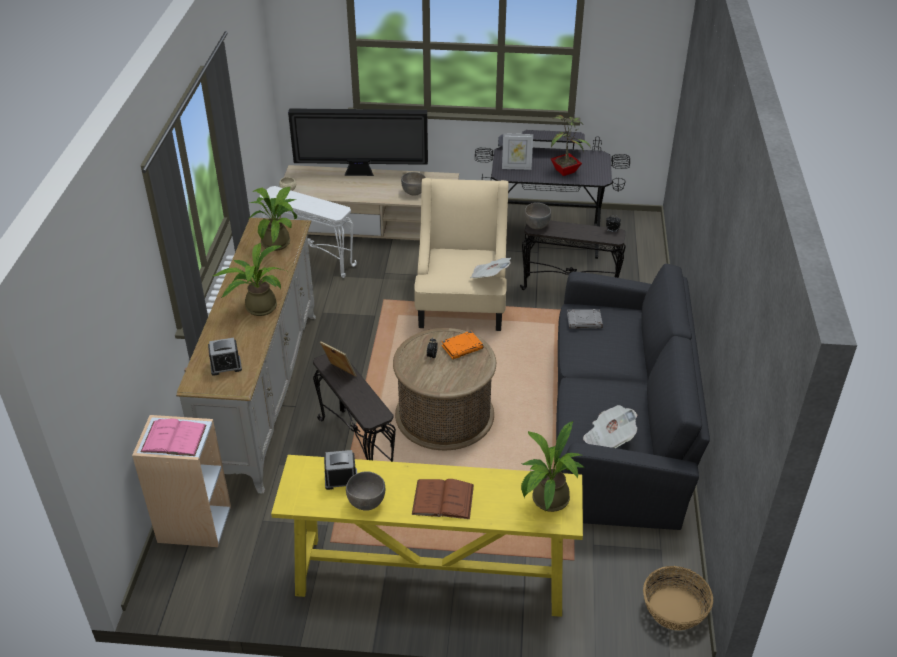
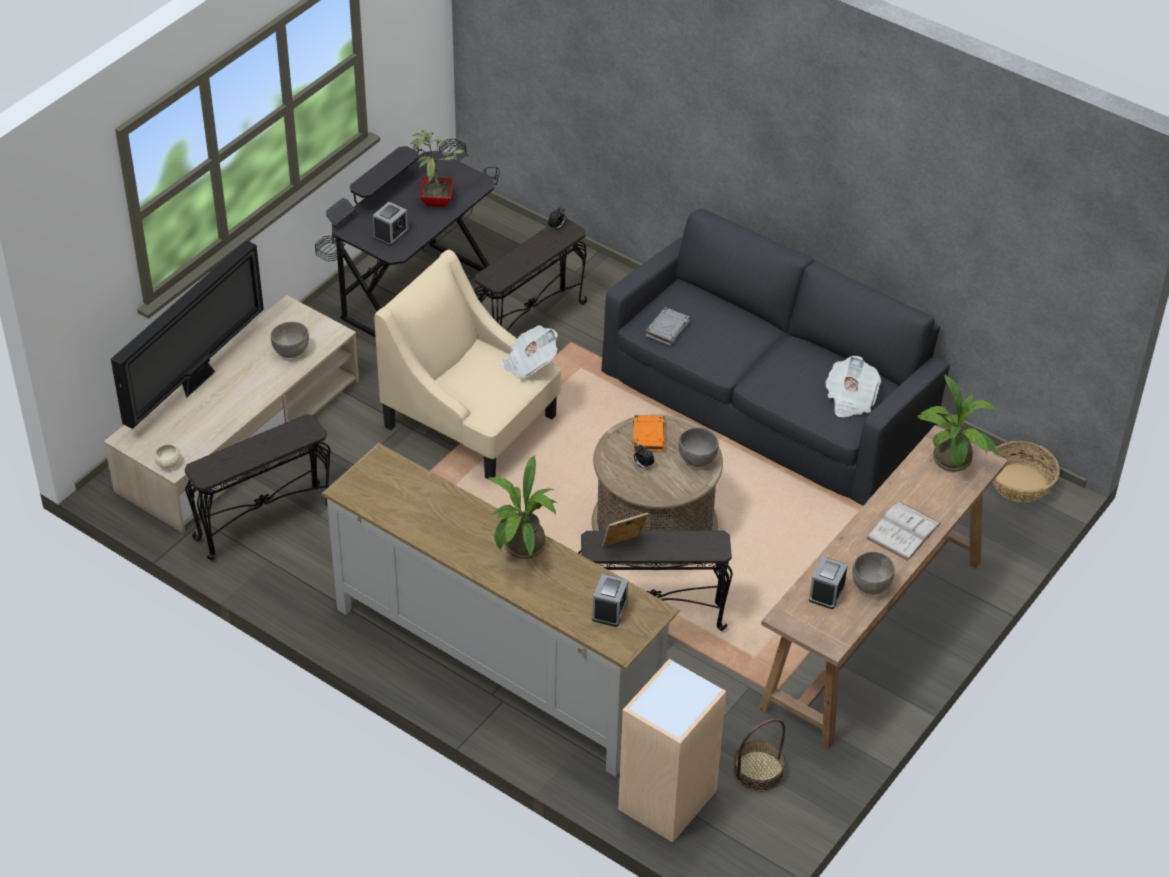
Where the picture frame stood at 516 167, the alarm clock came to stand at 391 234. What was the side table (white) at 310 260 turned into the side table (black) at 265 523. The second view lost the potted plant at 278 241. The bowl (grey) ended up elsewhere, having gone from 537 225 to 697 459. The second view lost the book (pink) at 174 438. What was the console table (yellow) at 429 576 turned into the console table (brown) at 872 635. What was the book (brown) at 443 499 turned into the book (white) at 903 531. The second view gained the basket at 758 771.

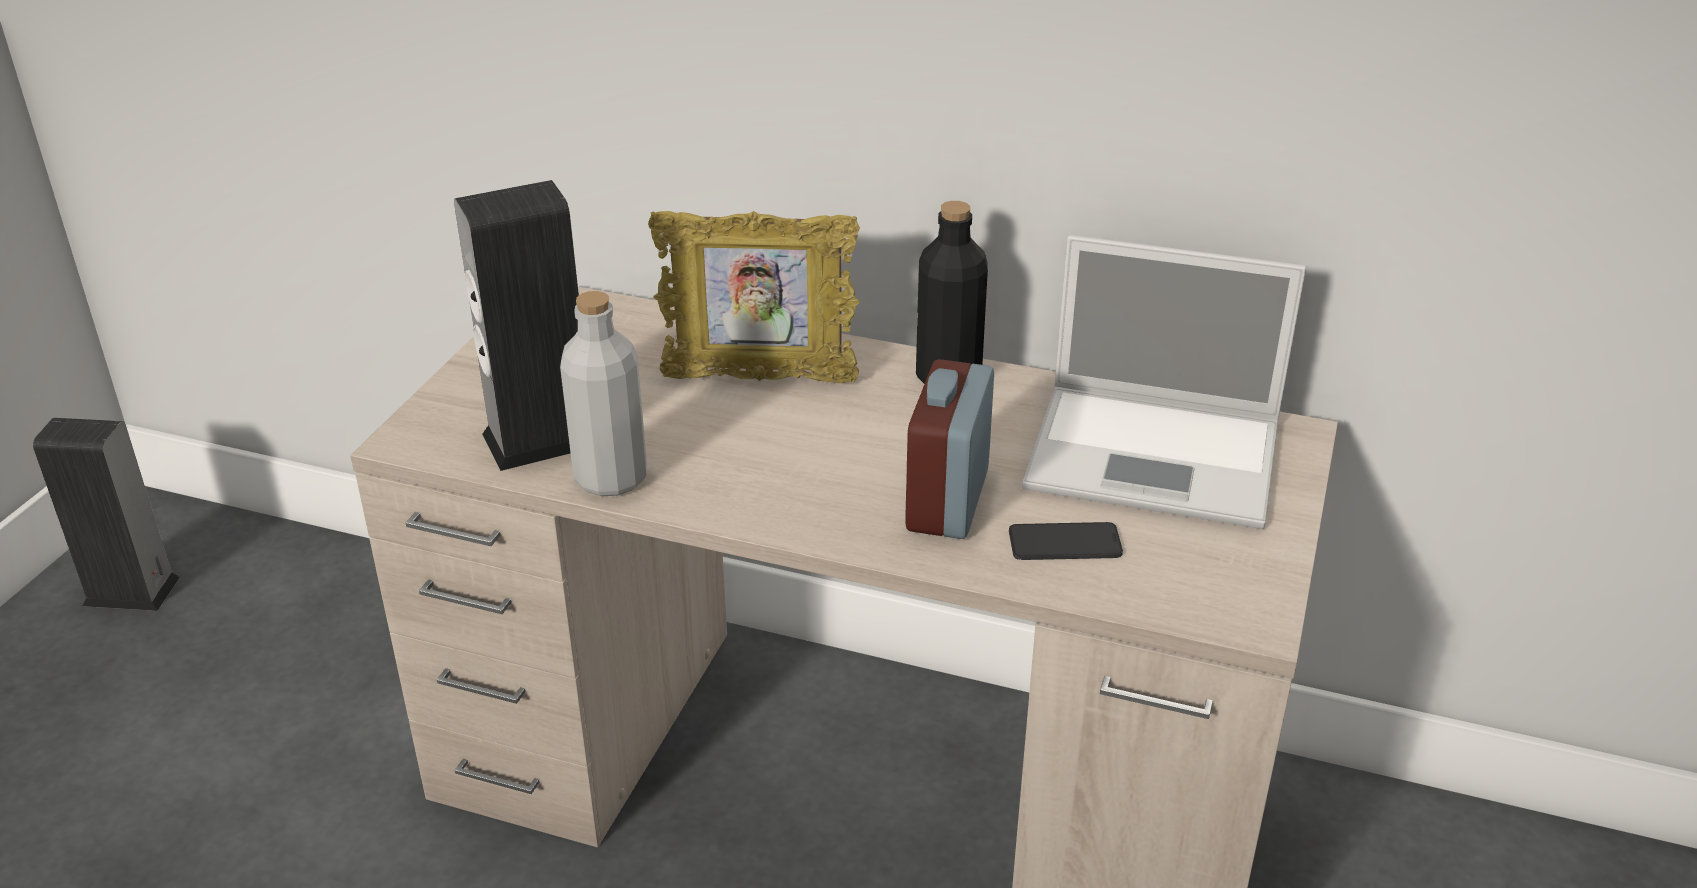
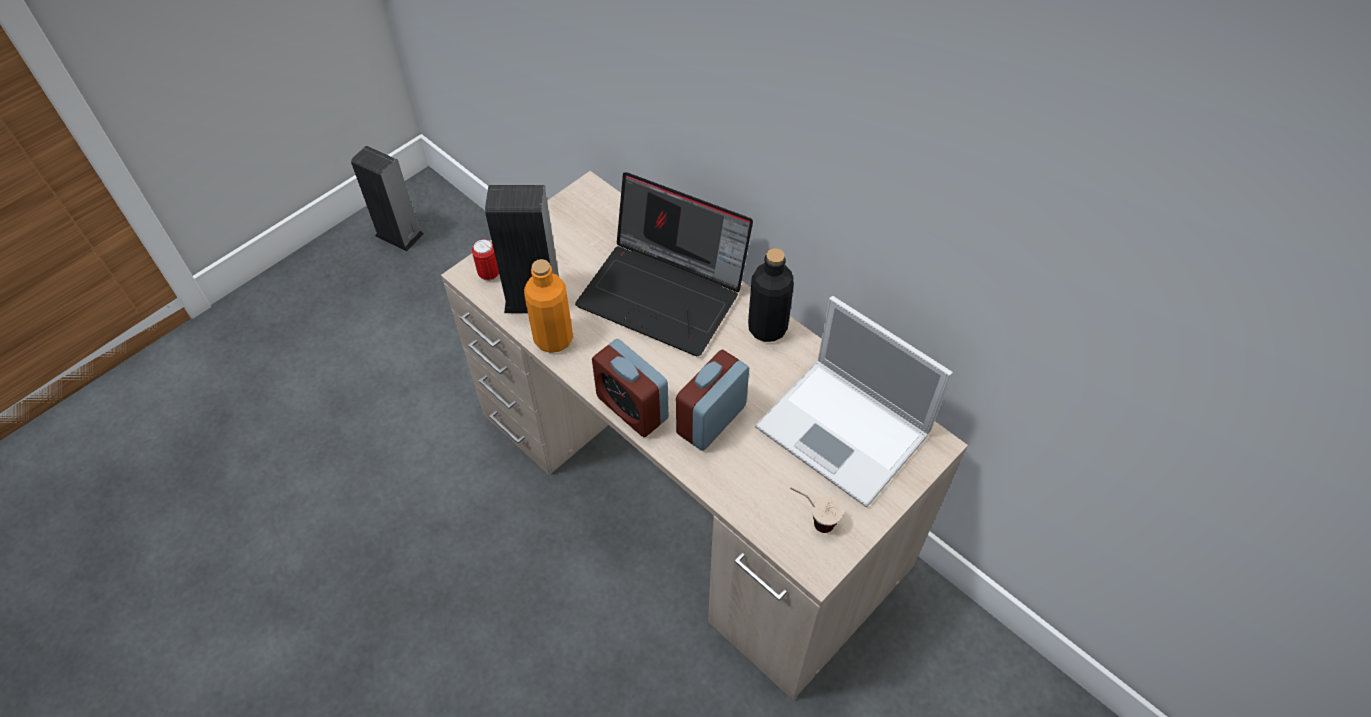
Where the picture frame stood at 759 379, the laptop came to stand at 665 293. What was the bottle (grey) at 611 478 turned into the bottle (orange) at 553 338. The second view lost the phone at 1065 543. The second view gained the can at 489 274. The second view gained the alarm clock at 632 408. The second view gained the cup at 812 520.

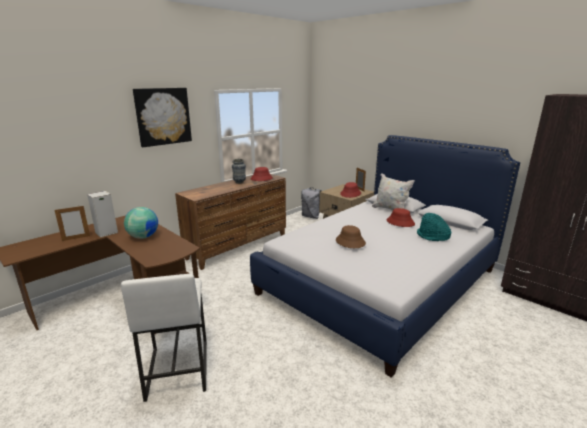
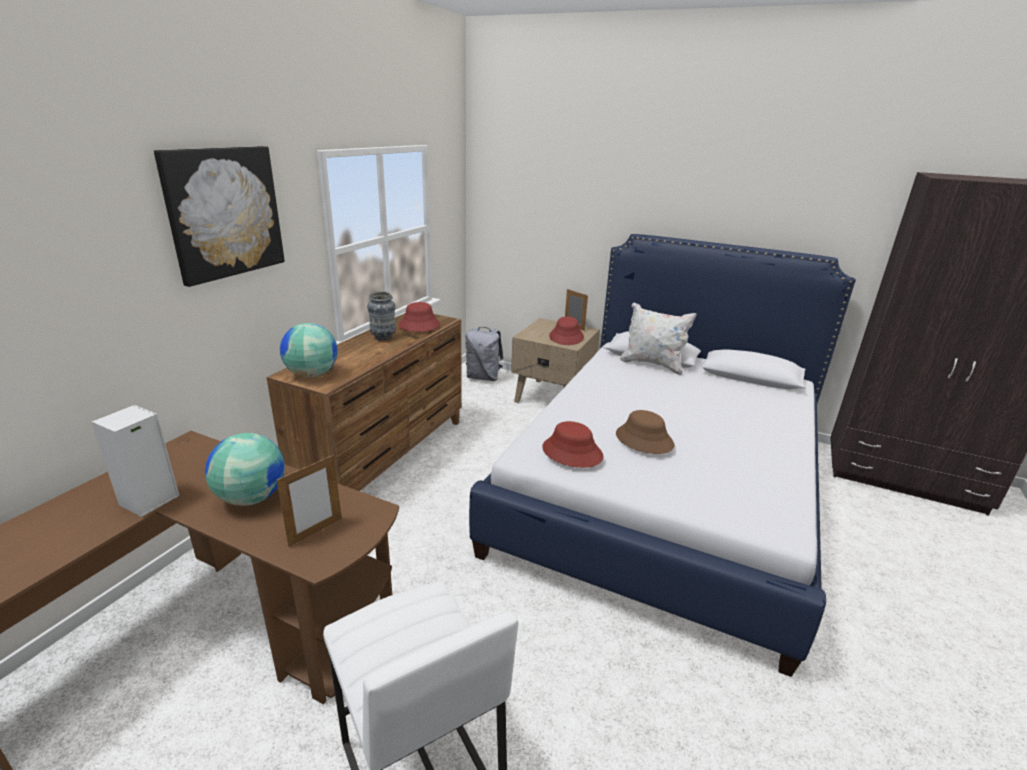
The picture frame ended up elsewhere, having gone from 76 238 to 315 532. The hat (red) ended up elsewhere, having gone from 400 222 to 572 452. The second view lost the hat (turquoise) at 432 236. The second view gained the globe at 312 374.

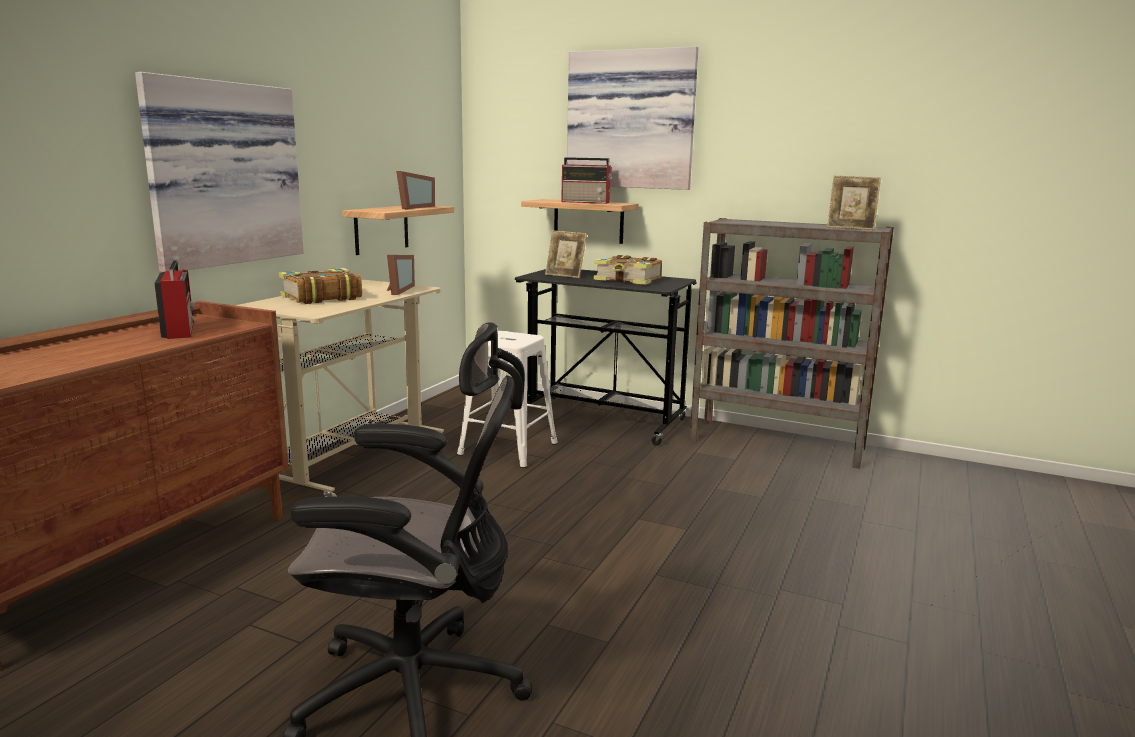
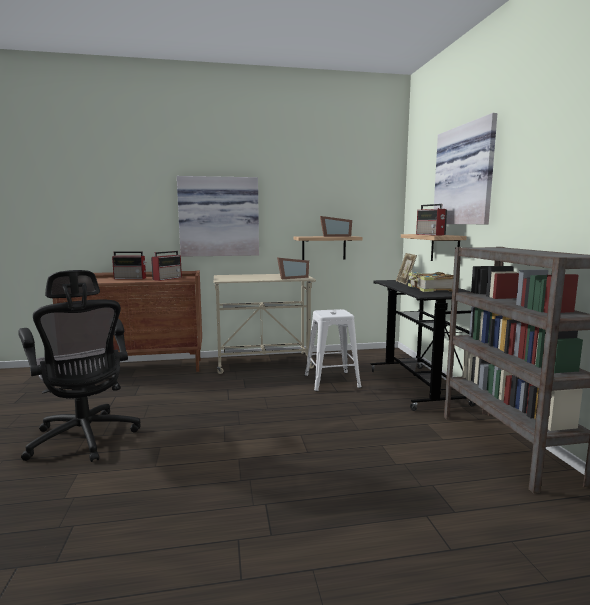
The second view lost the picture frame at 850 228. The second view lost the book at 320 297. The second view gained the radio at 131 278.

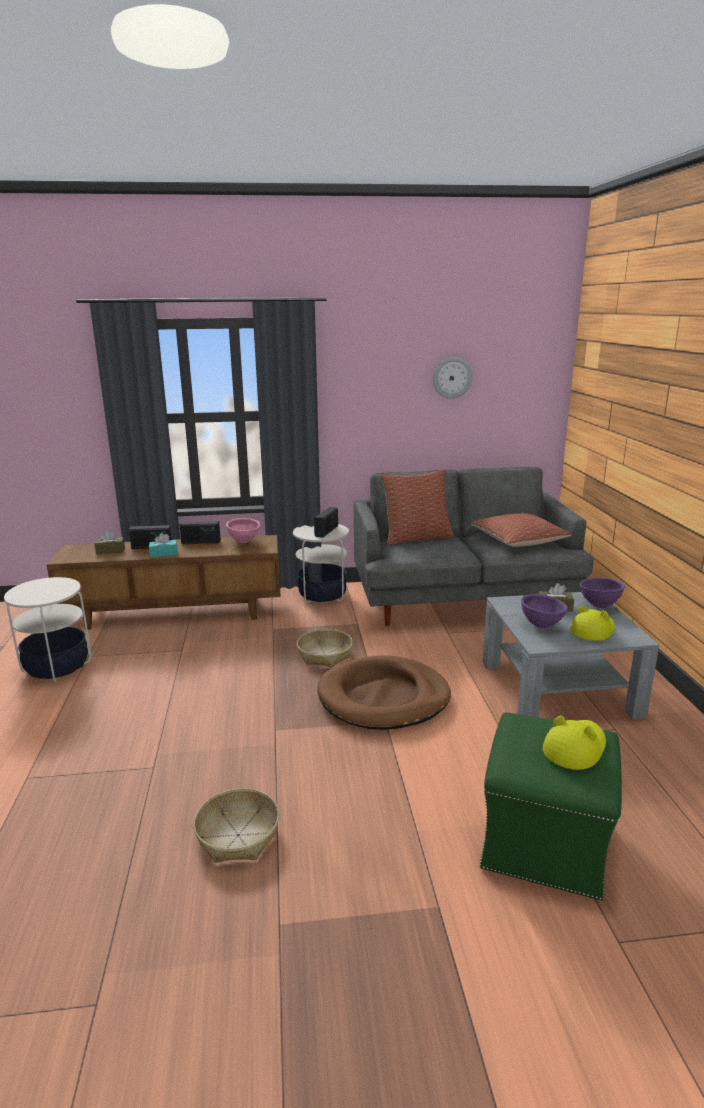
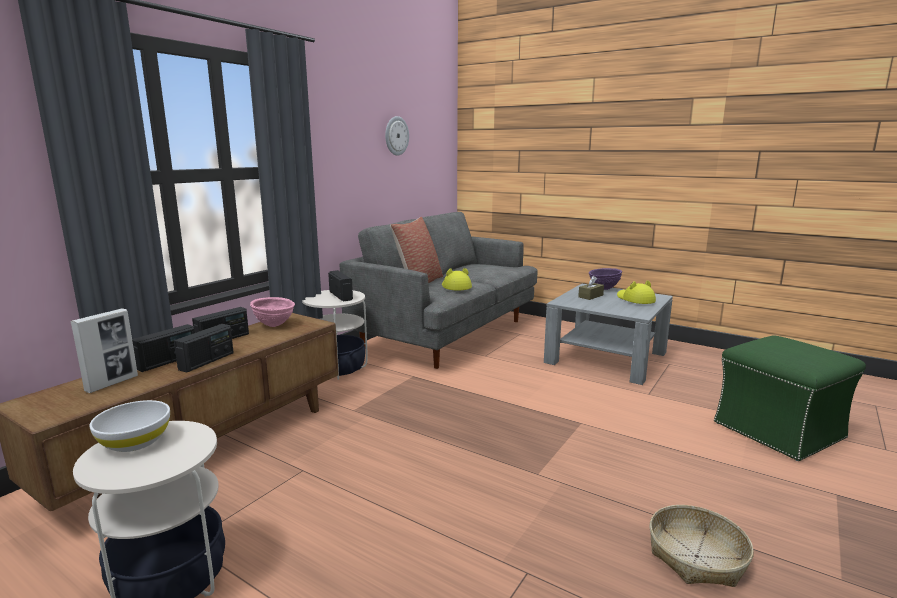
The second view lost the pillow at 518 540. Where the tissue box (brown) stood at 110 551, the picture frame came to stand at 112 383. Where the tissue box (turquoise) stood at 164 554, the radio came to stand at 207 361. The second view lost the bowl (purple) at 541 626. The second view lost the basket at 325 655. The second view lost the dog bed (brown) at 383 697. The hat (yellow) ended up elsewhere, having gone from 574 747 to 455 286. The second view gained the bowl (white) at 135 442.

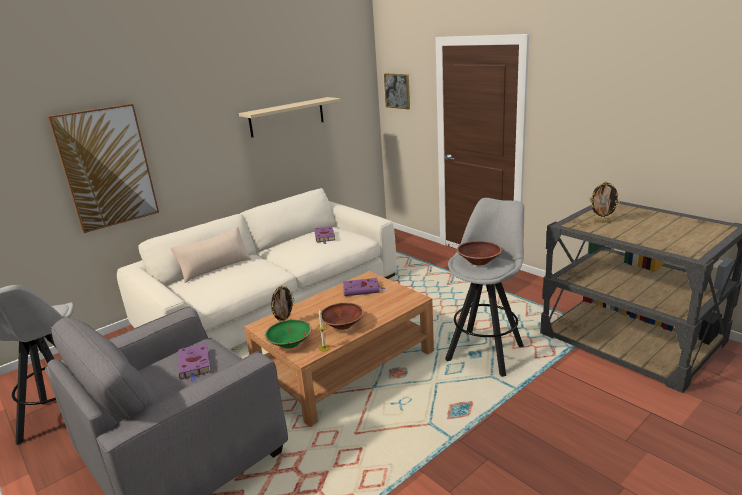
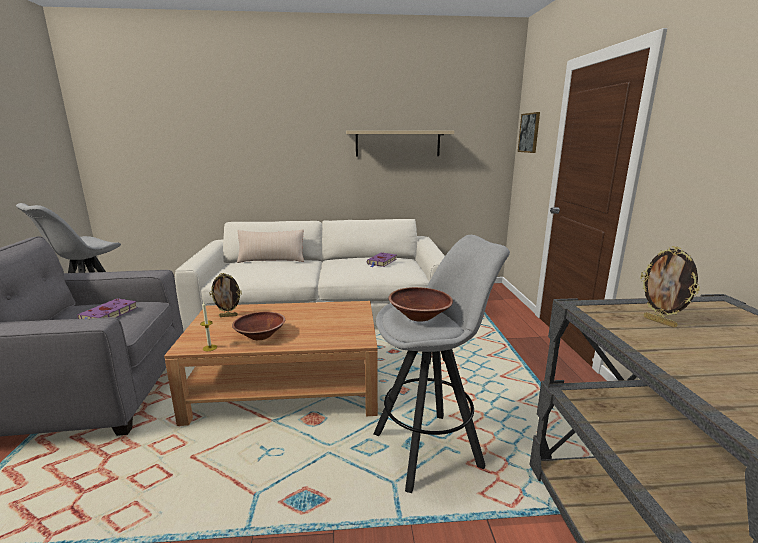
The second view lost the picture at 107 167. The second view lost the book (purple) at 362 289. The second view lost the bowl (green) at 290 343.

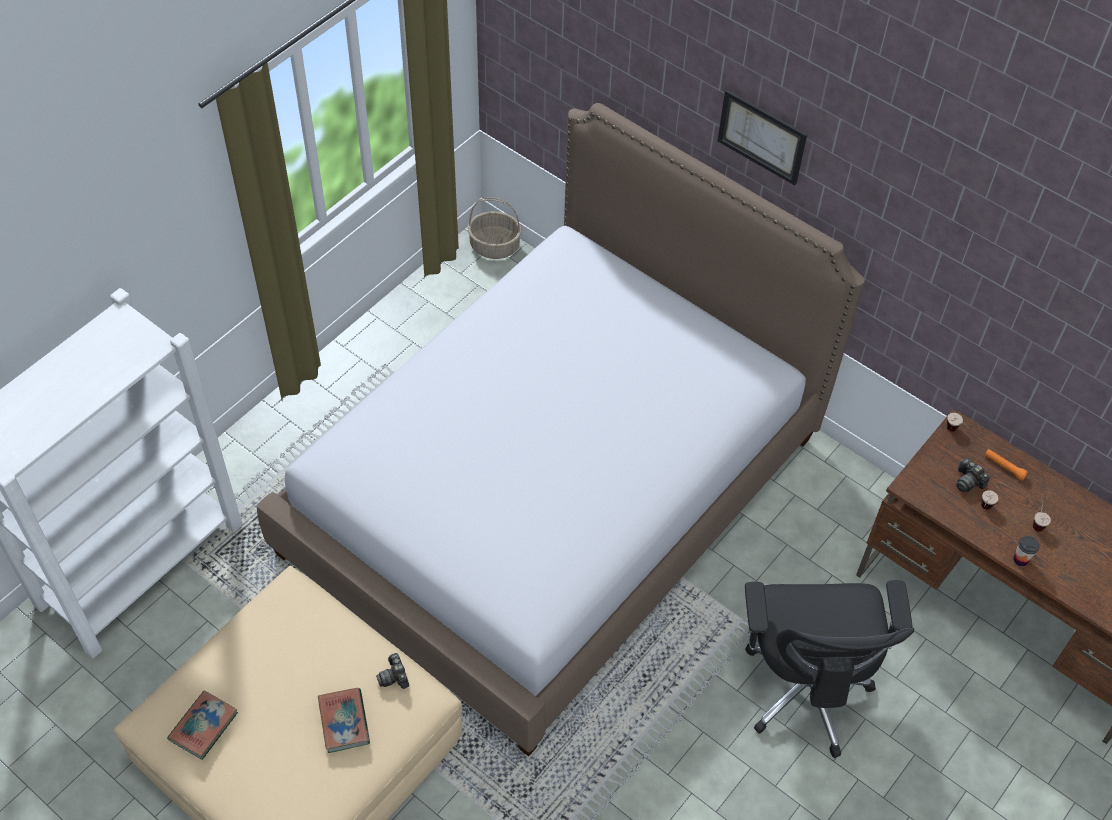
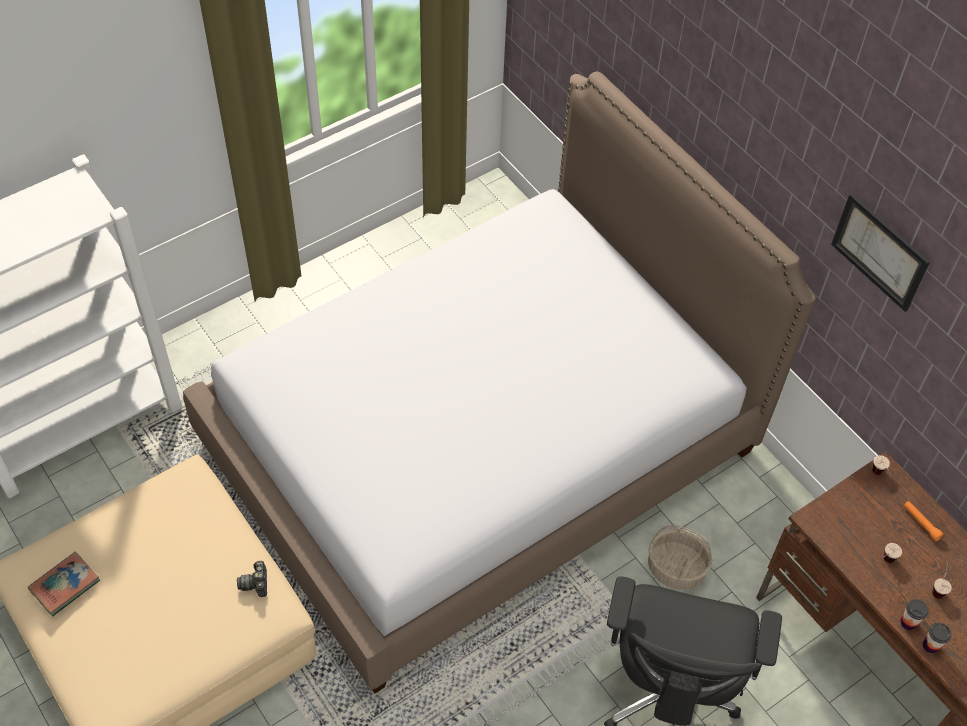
The picture ended up elsewhere, having gone from 762 136 to 879 252. The basket ended up elsewhere, having gone from 495 246 to 676 569. The second view lost the photo camera at 968 481. The second view lost the book at 344 722. The second view gained the cup at 930 645.

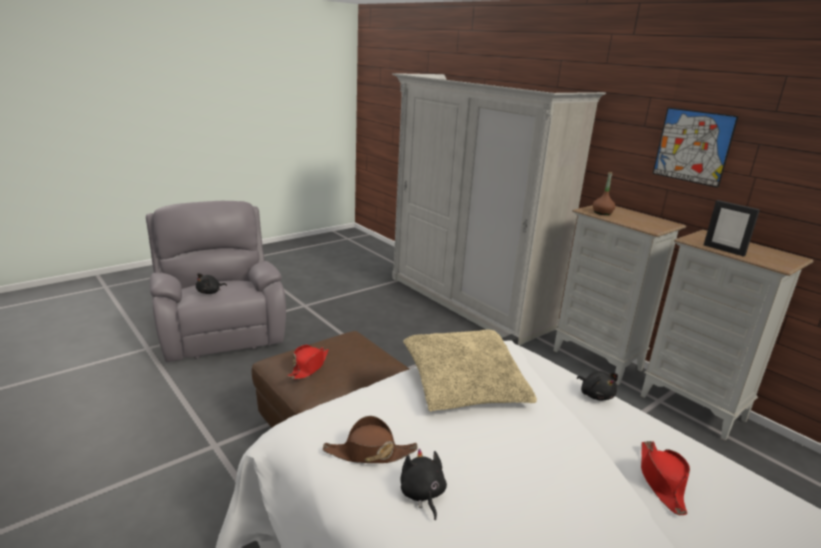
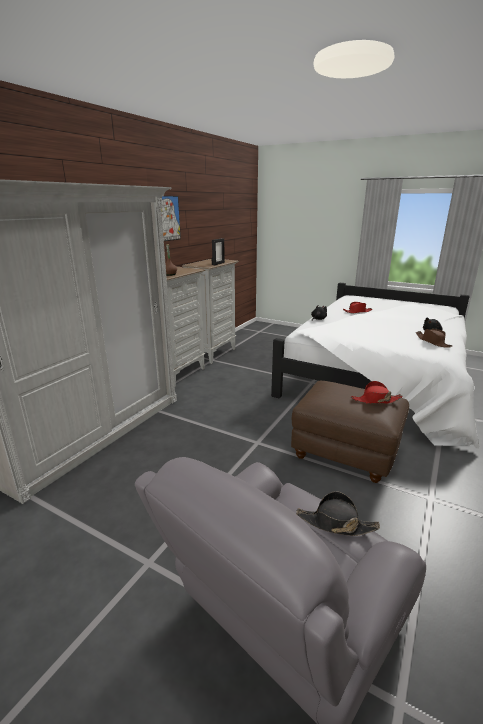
Where the plush toy (black) stood at 210 292, the hat (black) came to stand at 335 523. The second view lost the pillow (beige) at 464 384.

